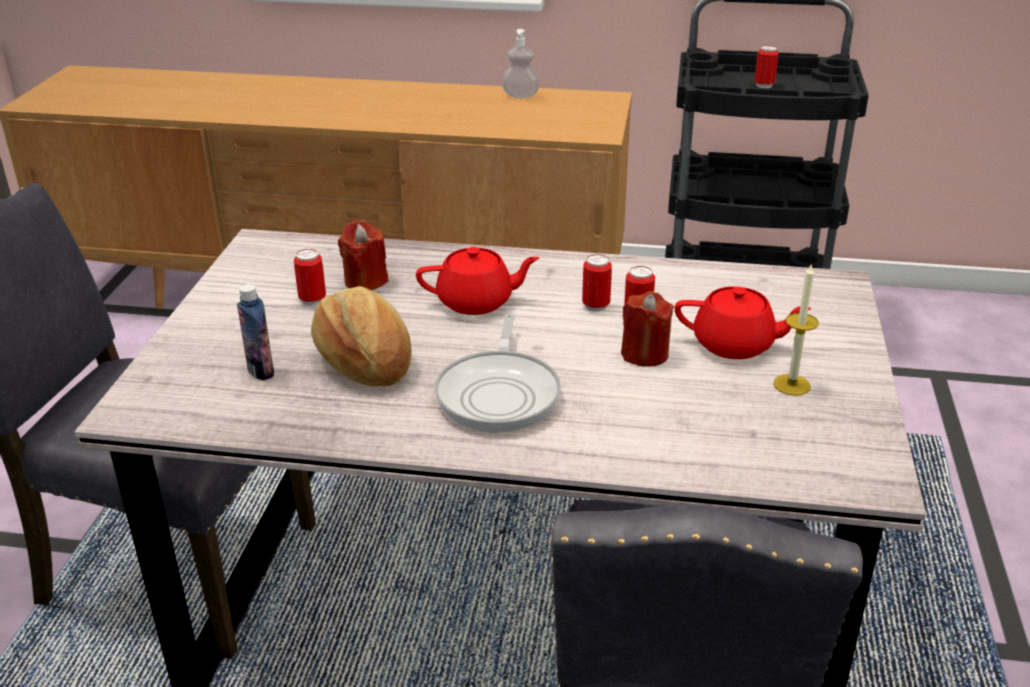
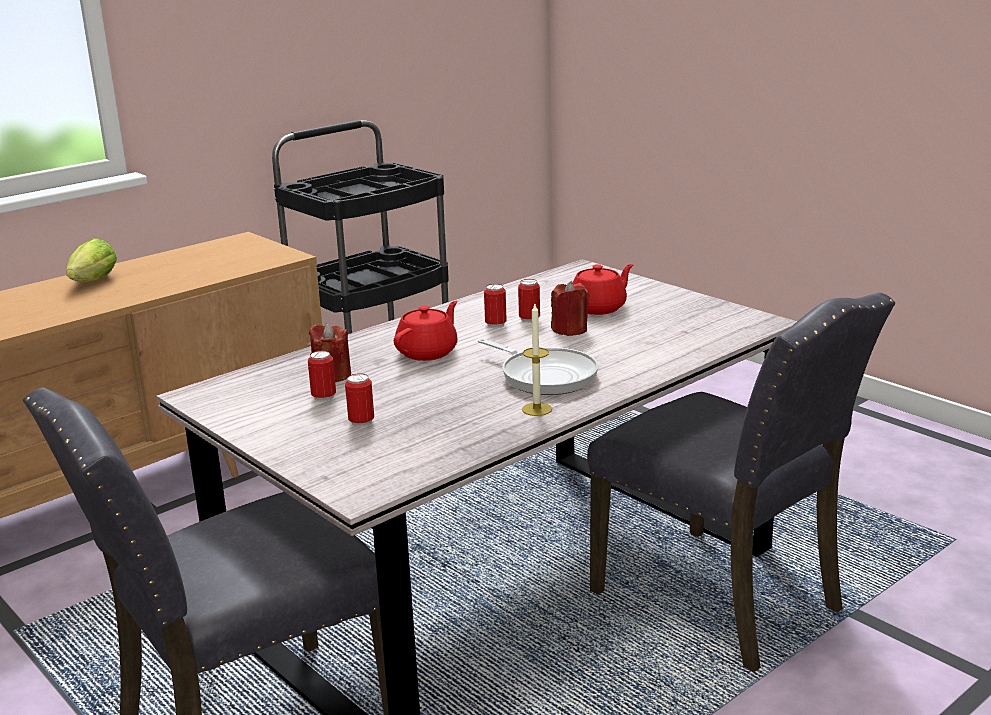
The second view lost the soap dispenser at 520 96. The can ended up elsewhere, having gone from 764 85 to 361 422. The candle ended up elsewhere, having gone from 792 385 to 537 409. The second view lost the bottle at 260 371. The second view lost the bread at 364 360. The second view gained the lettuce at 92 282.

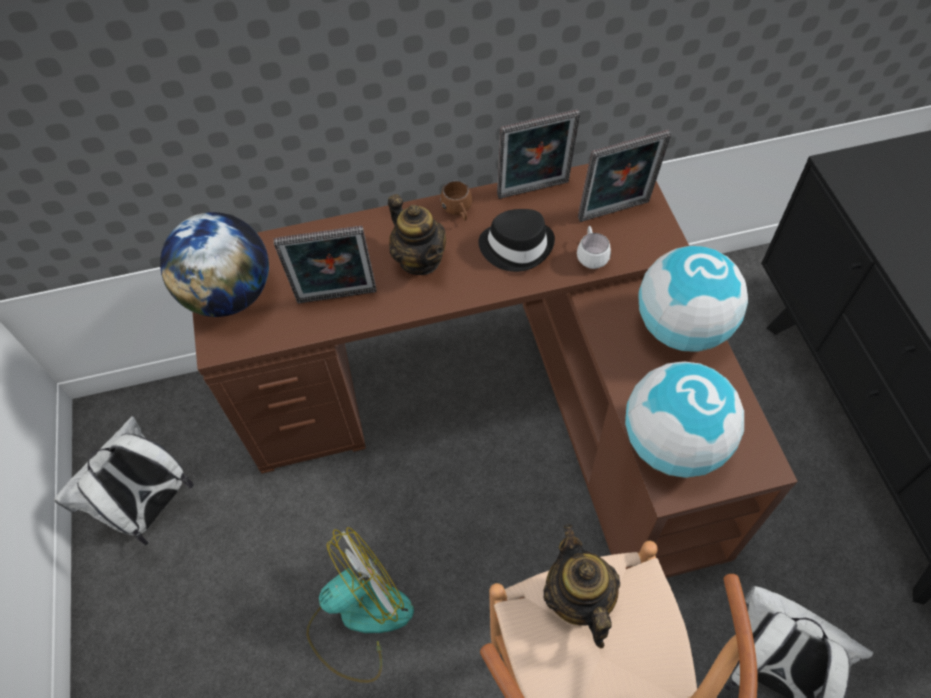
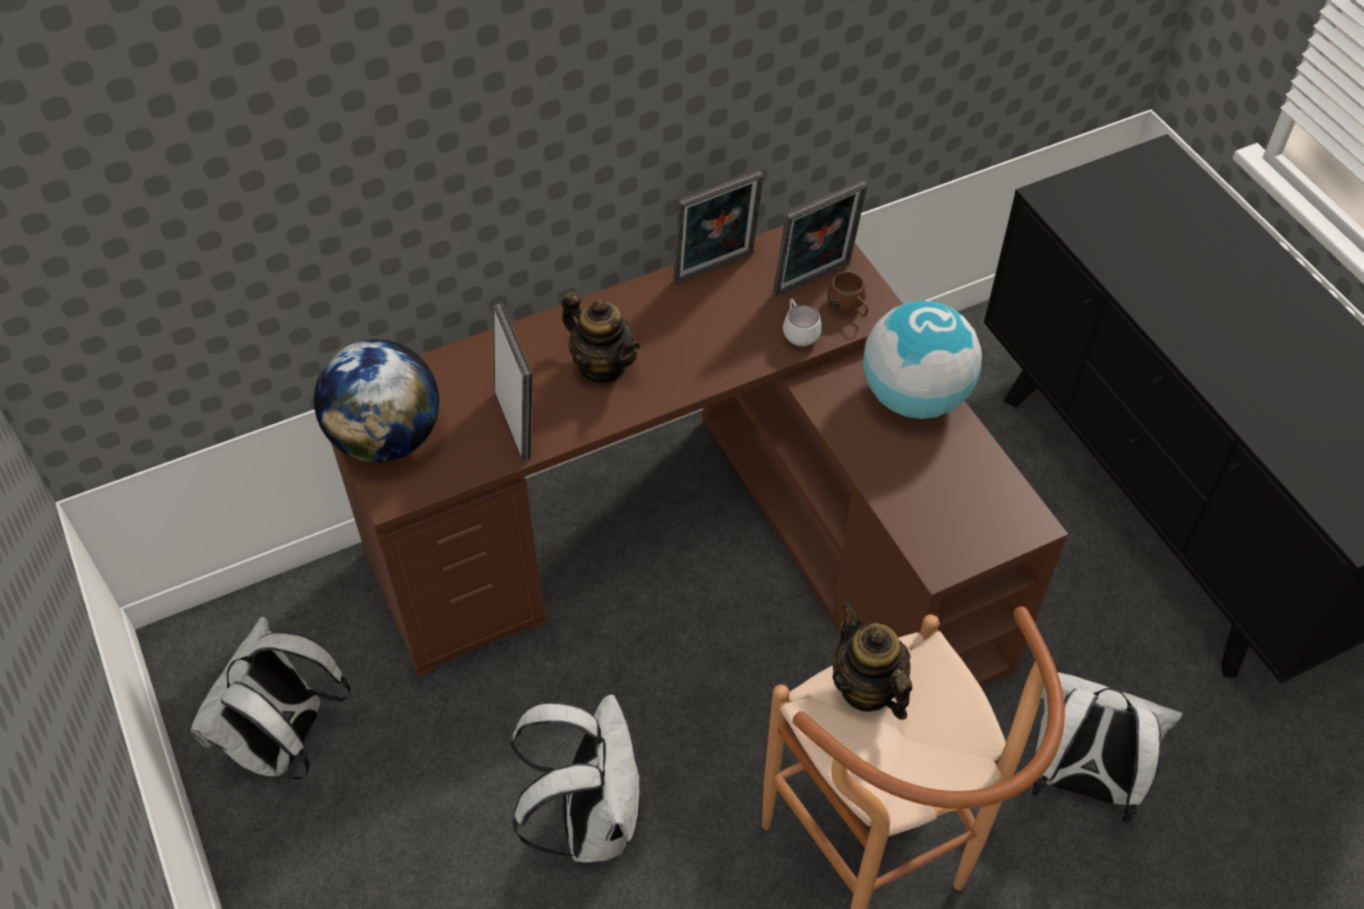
The mug (brown) ended up elsewhere, having gone from 458 212 to 849 308. The second view lost the hat (black) at 516 246. The picture frame at 337 299 ended up facing another way, 90 degrees counterclockwise from before. The second view lost the globe at 672 443. Where the fan stood at 359 618, the backpack (white) came to stand at 589 819.

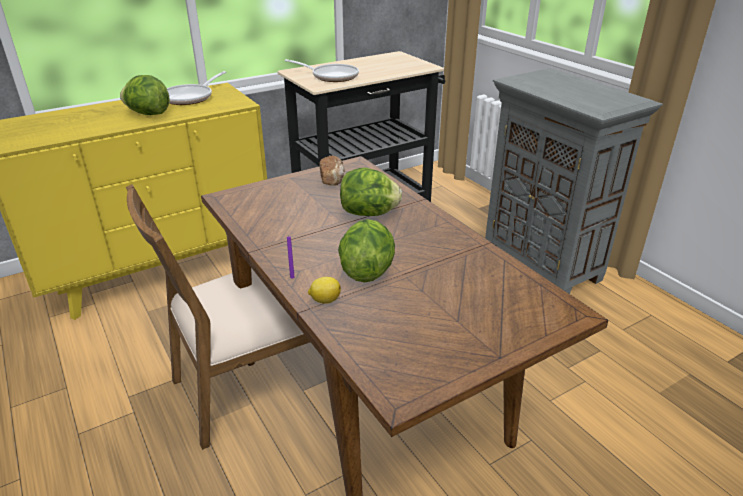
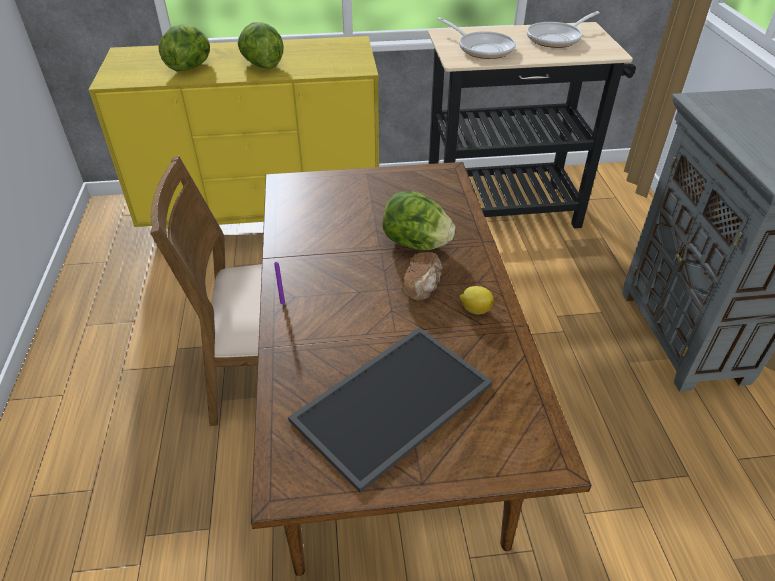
The frying pan ended up elsewhere, having gone from 191 97 to 557 38. The bread ended up elsewhere, having gone from 332 179 to 423 286. The lettuce ended up elsewhere, having gone from 366 270 to 190 67. The lemon ended up elsewhere, having gone from 324 300 to 475 309. The second view gained the tray at 392 399.

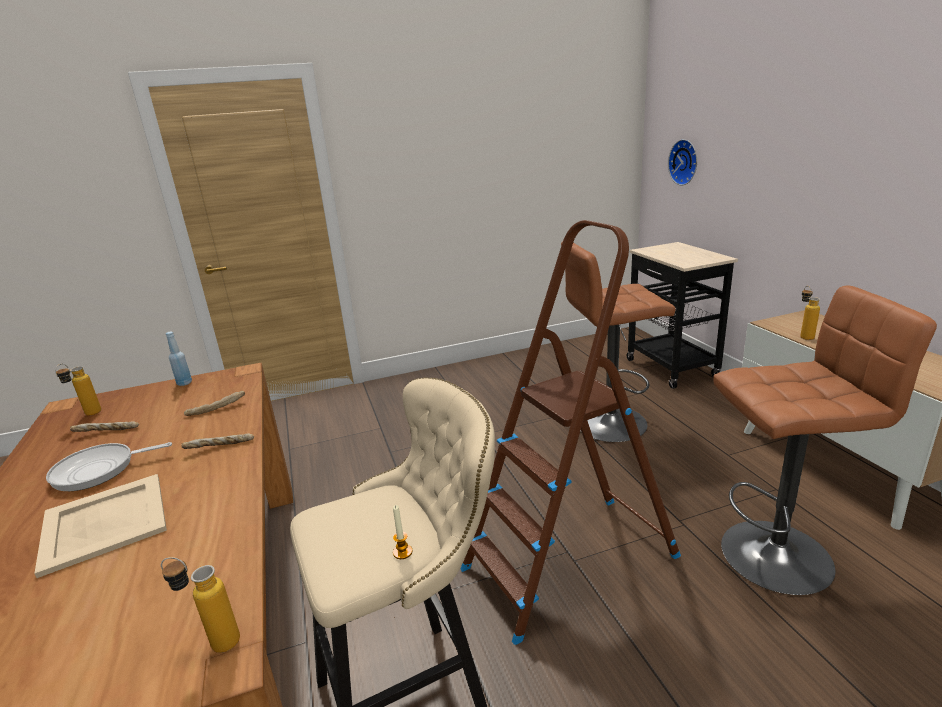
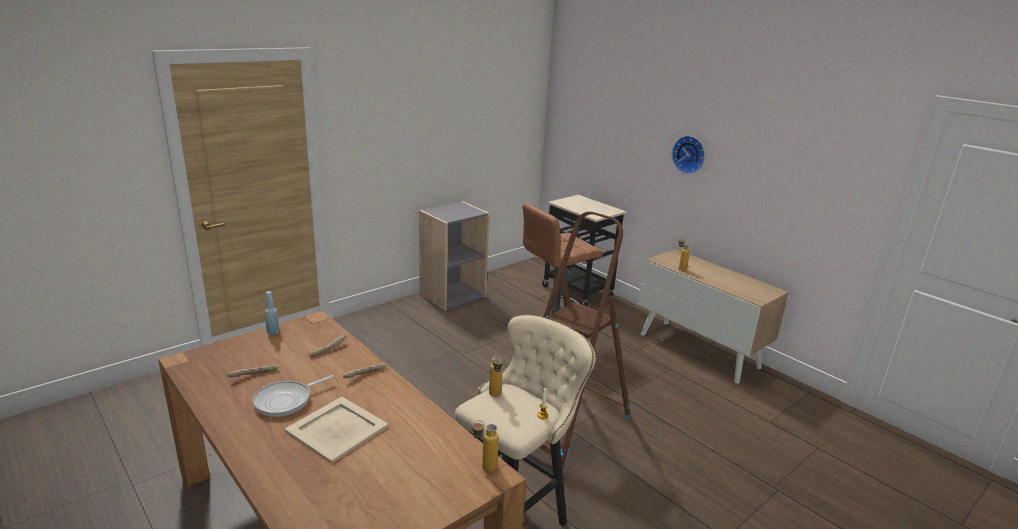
The wall clock ended up elsewhere, having gone from 685 162 to 689 154. The second view lost the stool (brown) at 777 556. The bottle ended up elsewhere, having gone from 88 415 to 495 397. The second view gained the bookcase (grey) at 453 295.

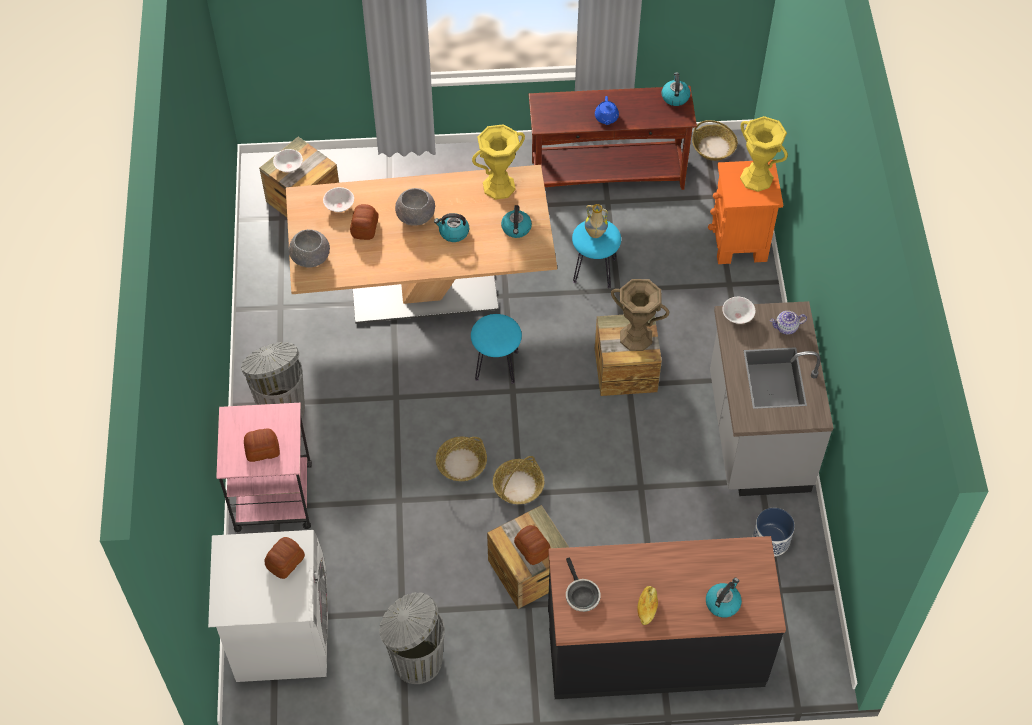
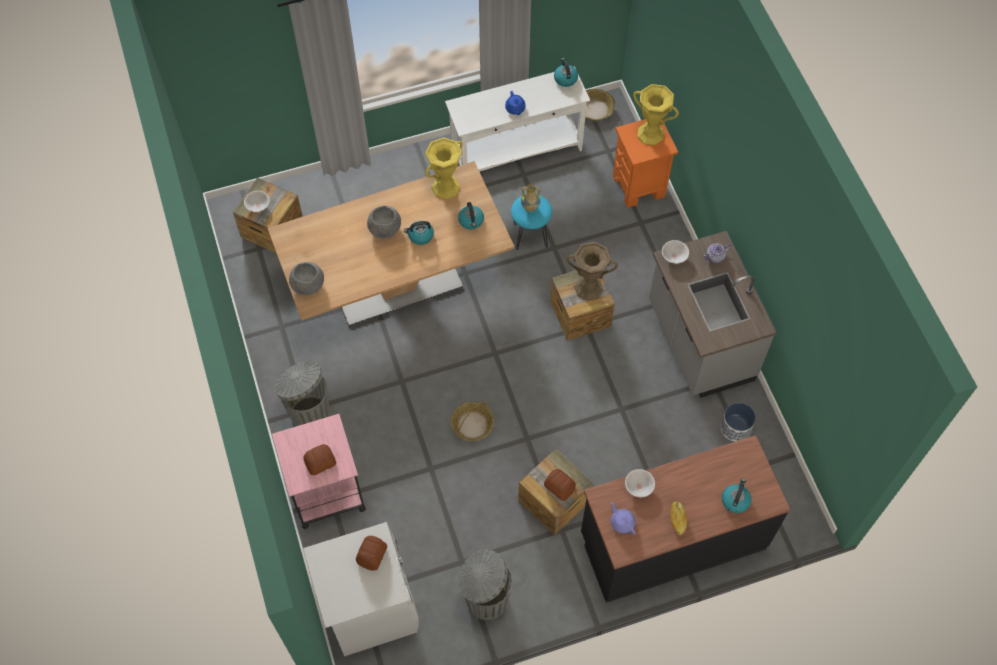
What was the console table (brown) at 608 174 turned into the console table (white) at 517 150. The bowl (white) ended up elsewhere, having gone from 339 206 to 638 487. The second view lost the bread at 364 228. The second view lost the stool (turquoise) at 496 365. The second view lost the basket at 518 486. Where the frying pan stood at 581 595, the teapot (purple) came to stand at 622 522.

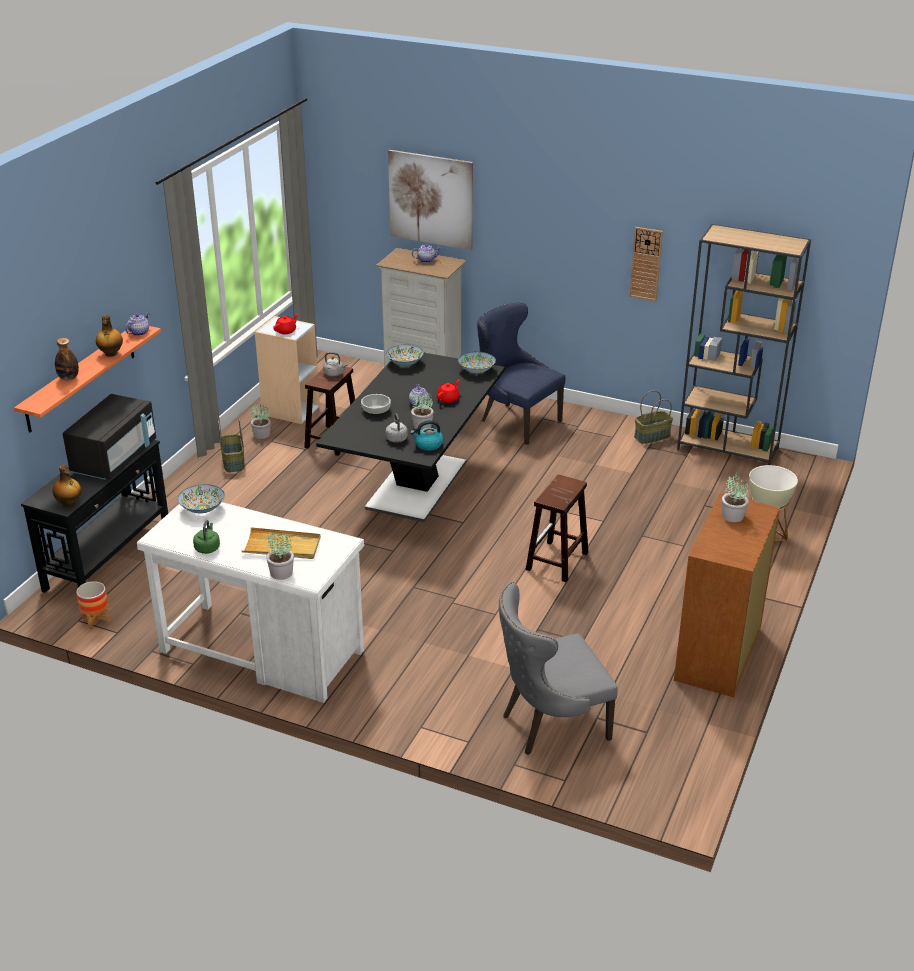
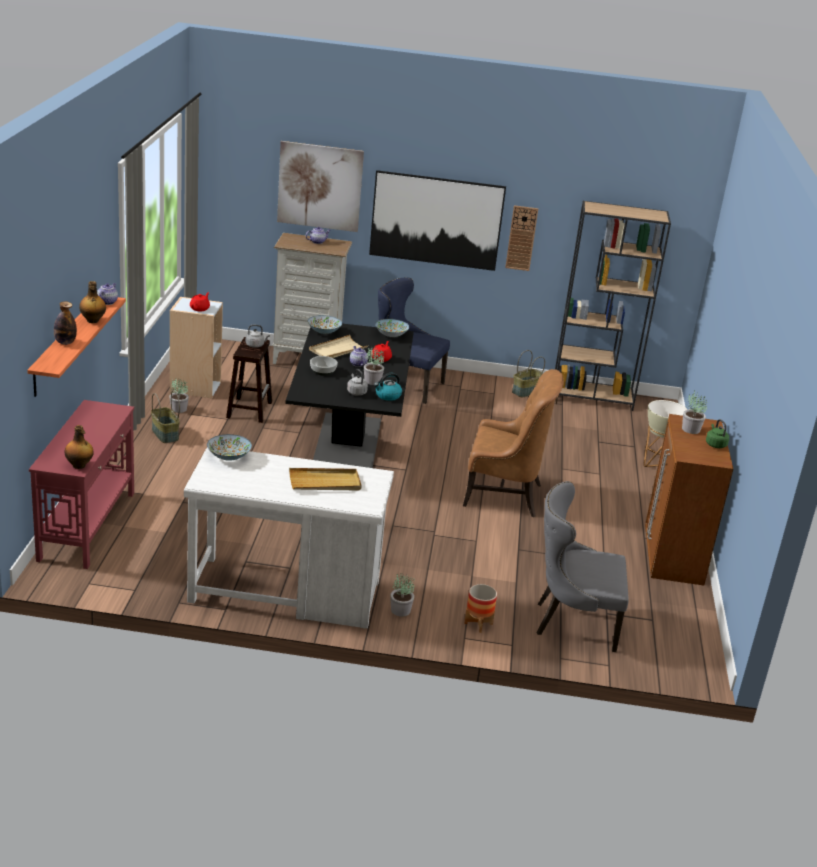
The second view lost the microwave (black) at 115 458. What was the console table (black) at 109 557 turned into the console table (red) at 88 525. Where the stool (brown) stood at 557 562, the chair (brown) came to stand at 504 495. The kettle (green) ended up elsewhere, having gone from 207 547 to 715 444. The potted plant ended up elsewhere, having gone from 281 573 to 400 610. The planter ended up elsewhere, having gone from 96 620 to 478 624. The chair (grey) at 550 724 ended up facing another way, 45 degrees clockwise from before. The second view gained the picture at 436 220. The second view gained the tray (beige) at 337 350.

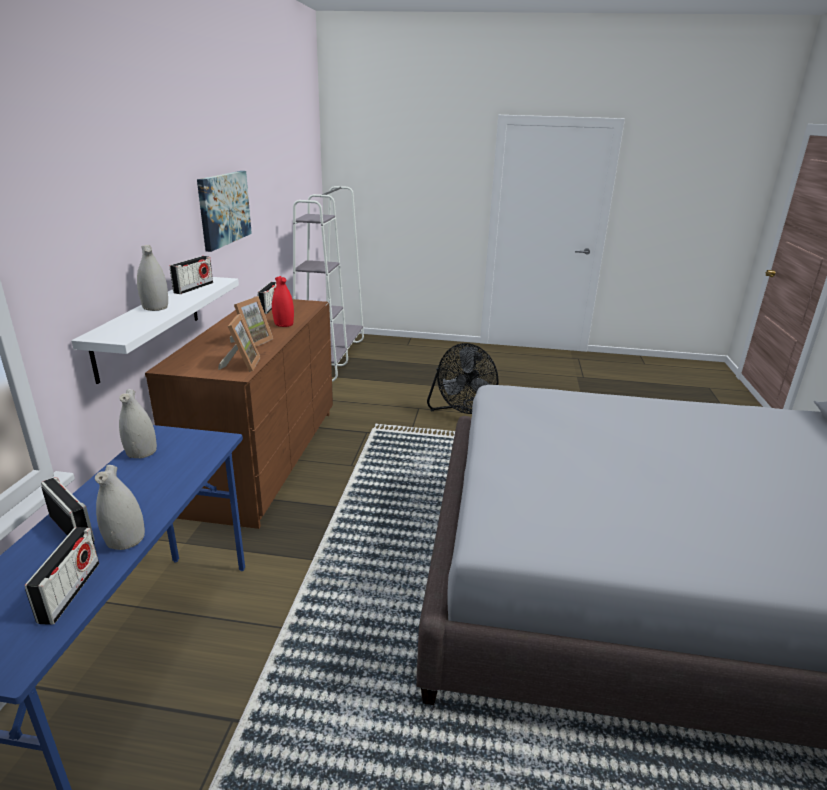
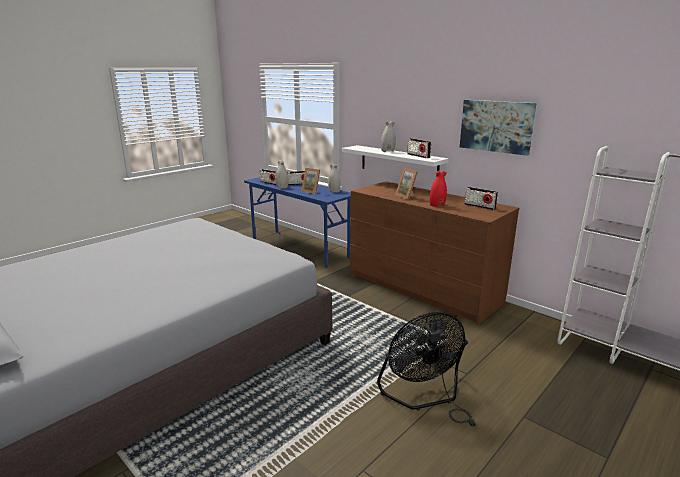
The picture frame ended up elsewhere, having gone from 241 365 to 312 191.

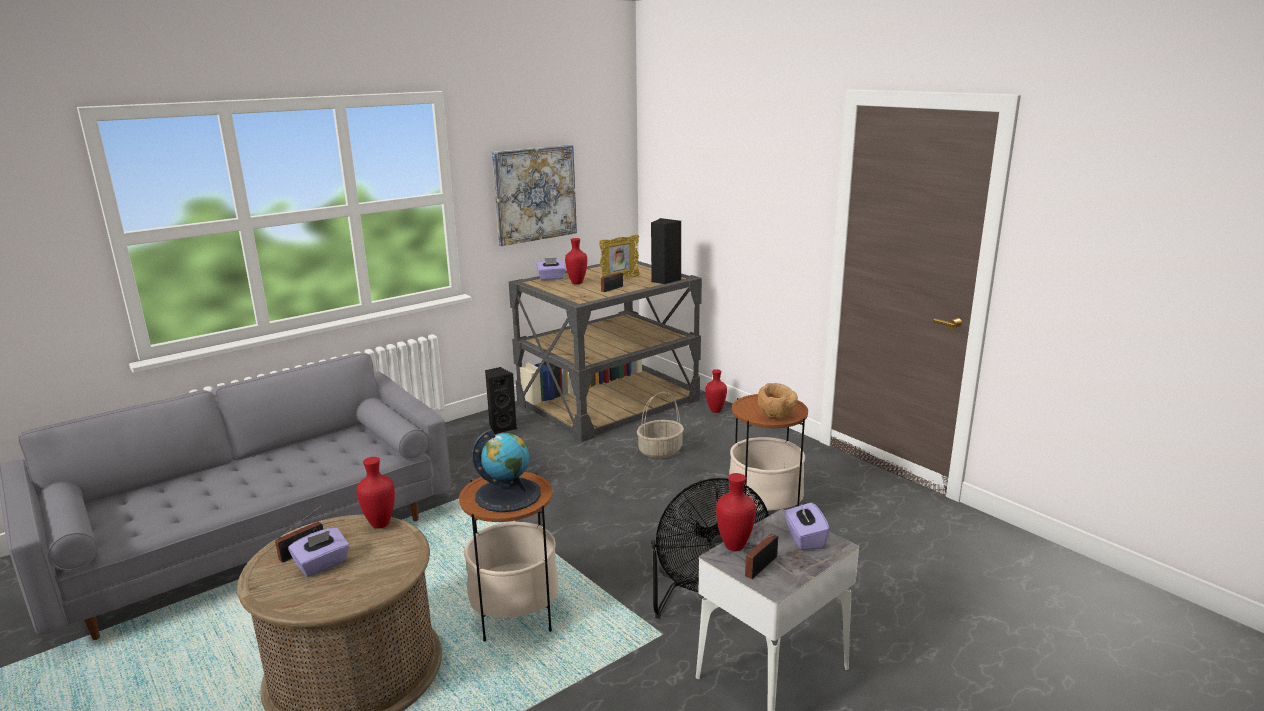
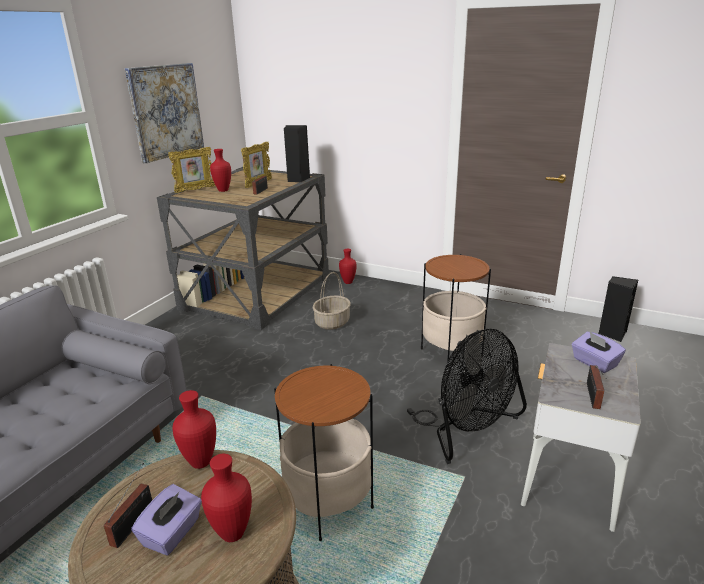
Where the tissue box (purple) stood at 551 278, the picture frame came to stand at 195 189. The speaker (black) ended up elsewhere, having gone from 501 427 to 612 333. The second view lost the bowl (brown) at 776 416. The second view lost the globe at 508 494. The vase (red) ended up elsewhere, having gone from 735 546 to 234 533.

